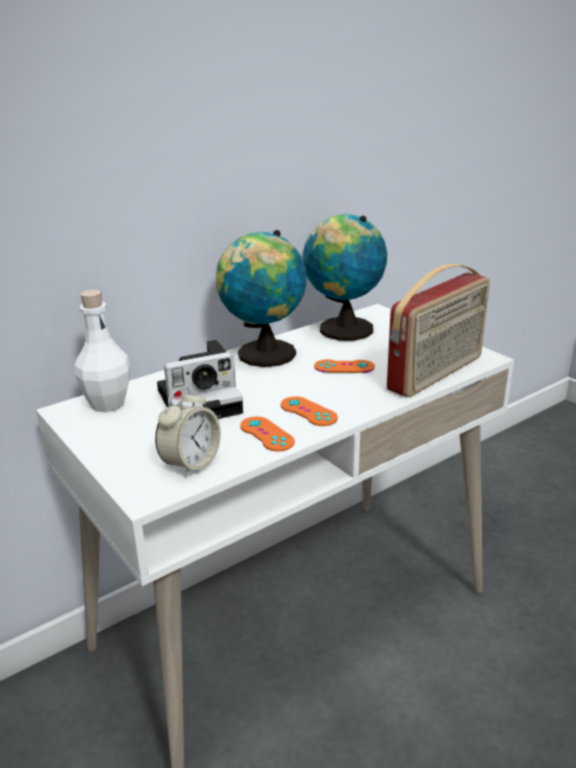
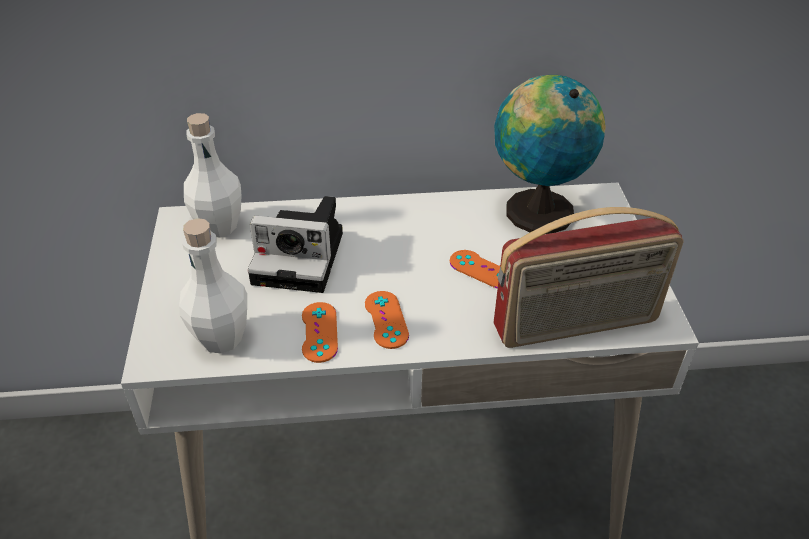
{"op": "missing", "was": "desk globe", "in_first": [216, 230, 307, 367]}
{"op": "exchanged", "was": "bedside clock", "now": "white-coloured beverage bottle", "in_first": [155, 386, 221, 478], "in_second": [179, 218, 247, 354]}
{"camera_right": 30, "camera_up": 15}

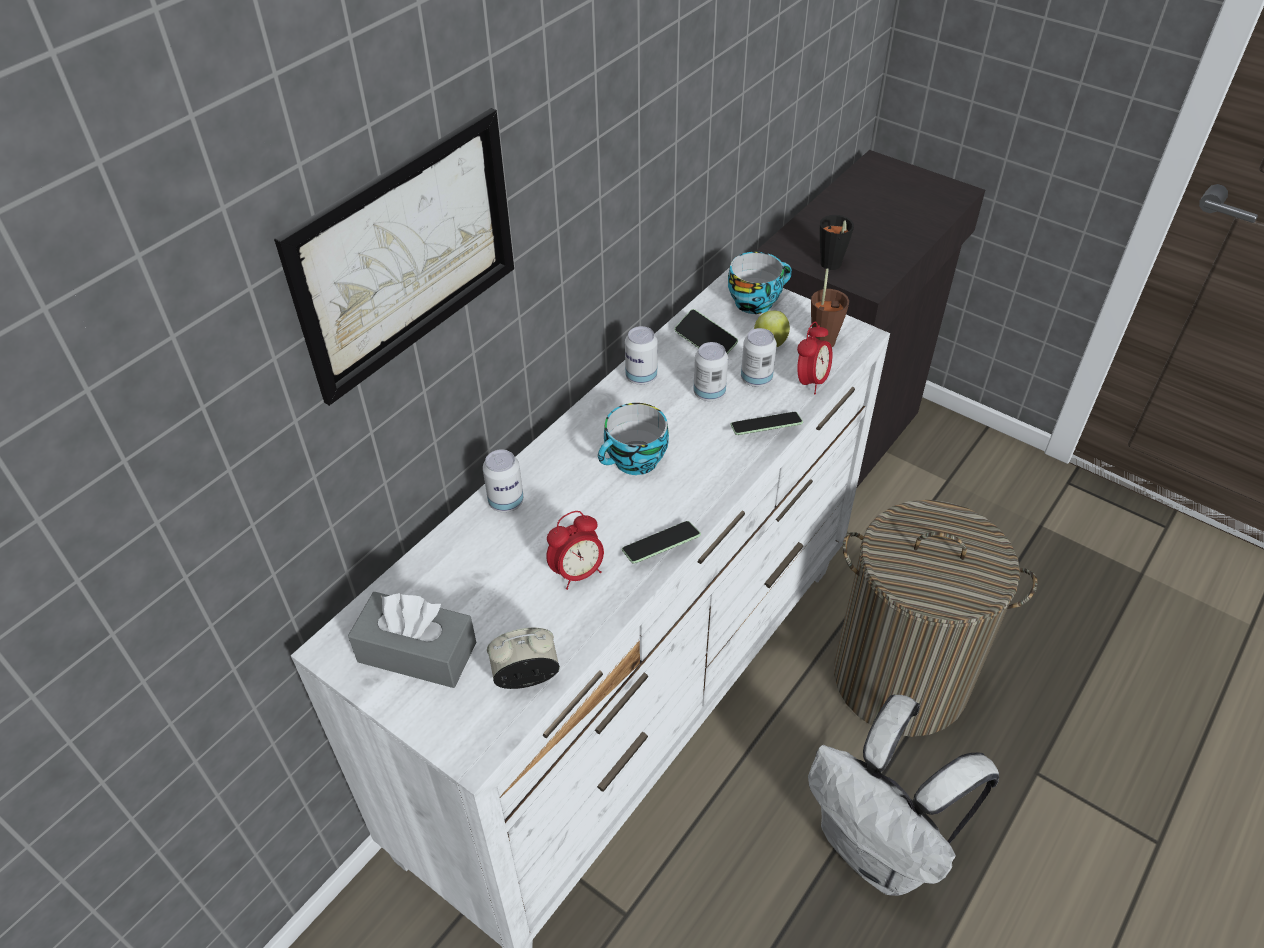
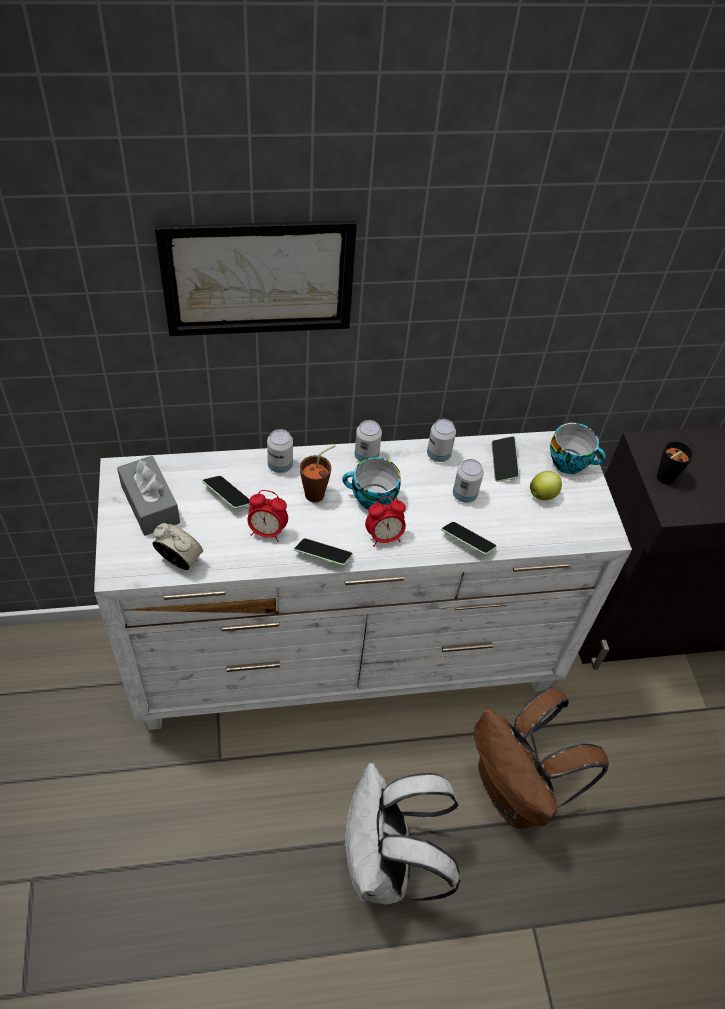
{"op": "appeared", "now": "telephone", "in_second": [202, 476, 250, 509]}
{"op": "relocated", "was": "metal can", "in_first": [741, 328, 777, 387], "in_second": [355, 420, 382, 462]}
{"op": "relocated", "was": "bedside clock", "in_first": [797, 322, 833, 395], "in_second": [365, 496, 406, 547]}
{"op": "relocated", "was": "brown-coloured drinking cup", "in_first": [811, 268, 849, 347], "in_second": [300, 445, 335, 502]}
{"op": "exchanged", "was": "laundry basket", "now": "brown-coloured rucksack", "in_first": [834, 500, 1038, 737], "in_second": [474, 688, 609, 829]}
{"camera_right": 40, "camera_up": 5}

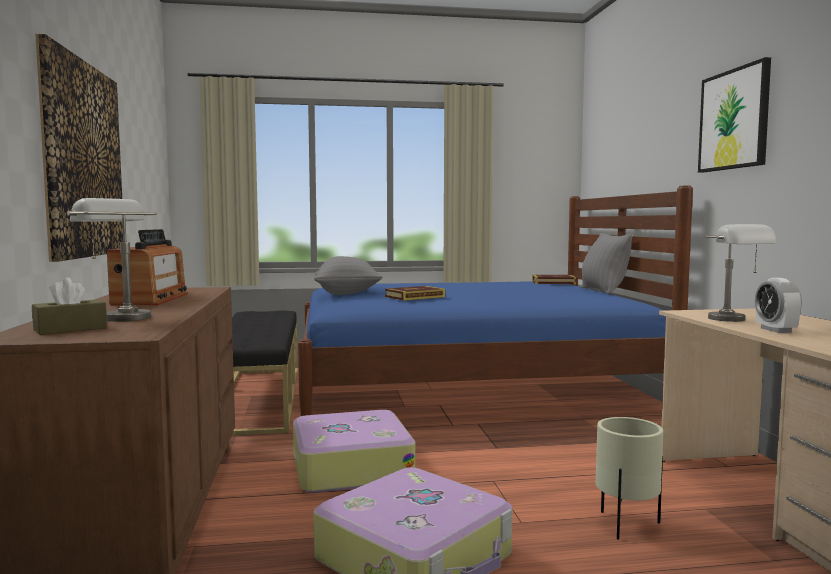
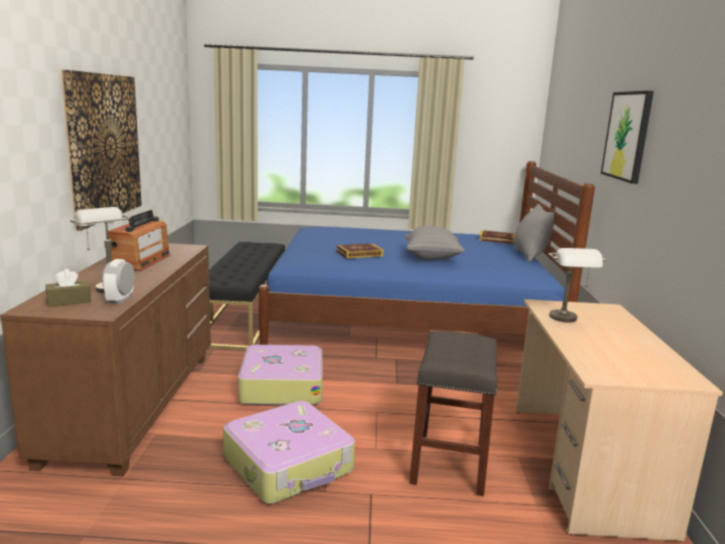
{"op": "relocated", "was": "greyish pillow", "in_first": [314, 256, 382, 295], "in_second": [405, 225, 465, 260]}
{"op": "relocated", "was": "bedside clock", "in_first": [755, 278, 802, 333], "in_second": [102, 259, 134, 304]}
{"op": "exchanged", "was": "beige planter", "now": "greyish stool seat", "in_first": [596, 417, 663, 540], "in_second": [409, 331, 497, 496]}
{"camera_right": 10, "camera_up": 10}

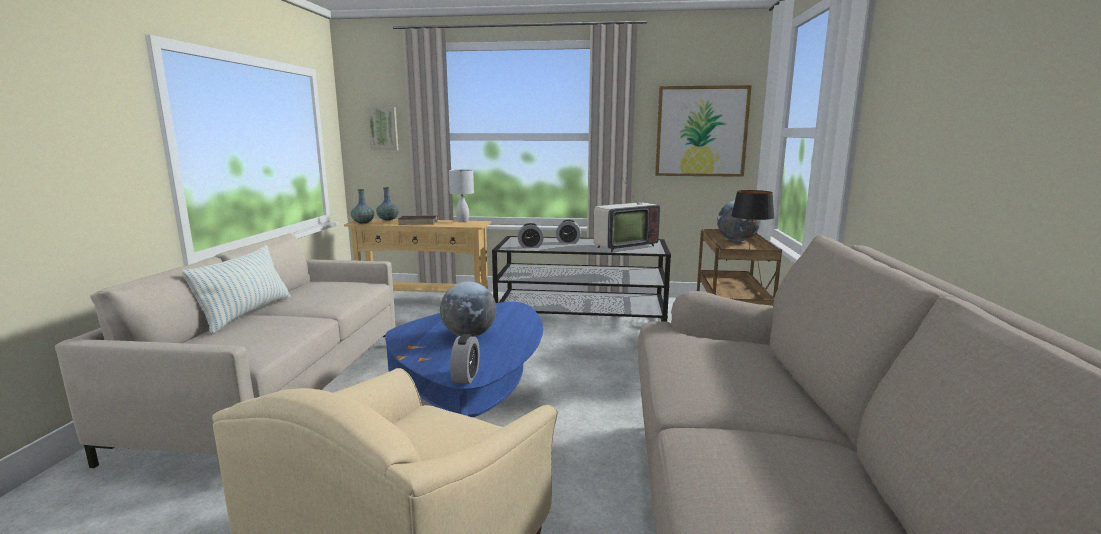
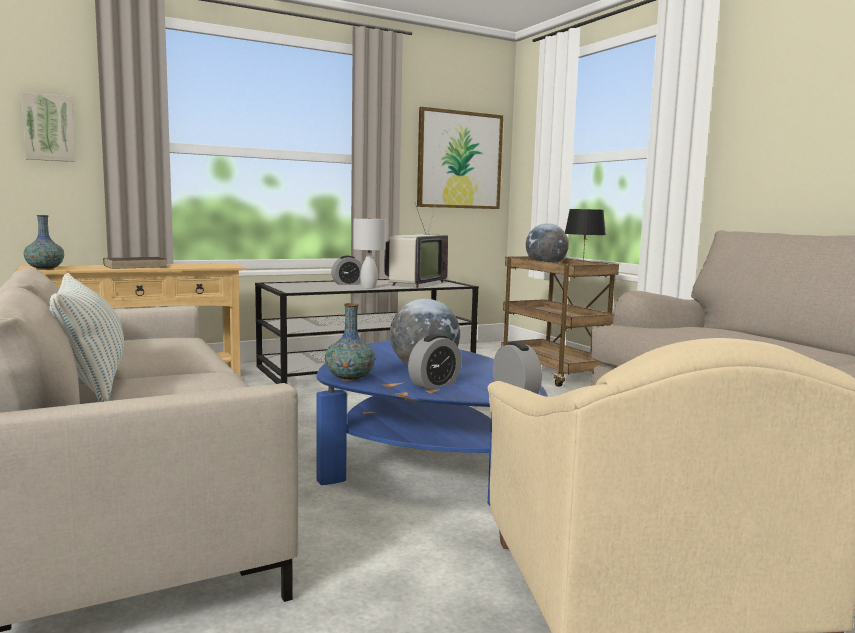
{"op": "relocated", "was": "decorative vase", "in_first": [376, 187, 399, 221], "in_second": [325, 303, 375, 381]}
{"op": "relocated", "was": "white-coloured tabletop lamp", "in_first": [449, 170, 474, 222], "in_second": [353, 218, 386, 288]}
{"op": "relocated", "was": "bedside clock", "in_first": [517, 223, 544, 248], "in_second": [408, 334, 461, 389]}
{"camera_right": -35, "camera_up": -5}

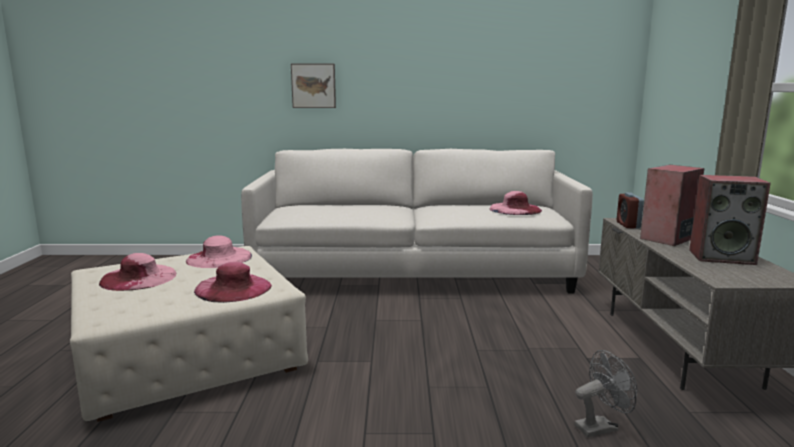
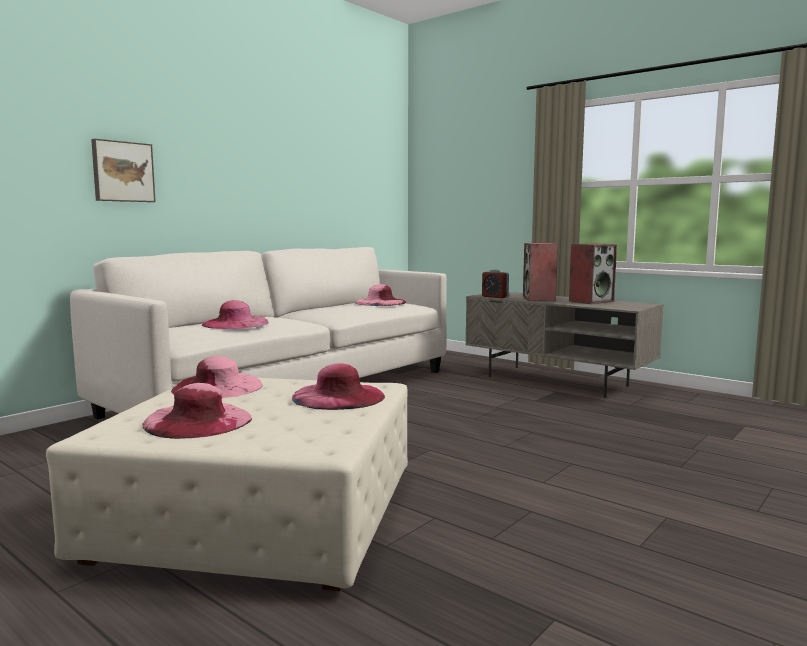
{"op": "missing", "was": "greyish fan", "in_first": [574, 350, 637, 437]}
{"op": "appeared", "now": "pink-coloured clothing hat", "in_second": [202, 300, 269, 329]}
{"camera_right": -50, "camera_up": -5}

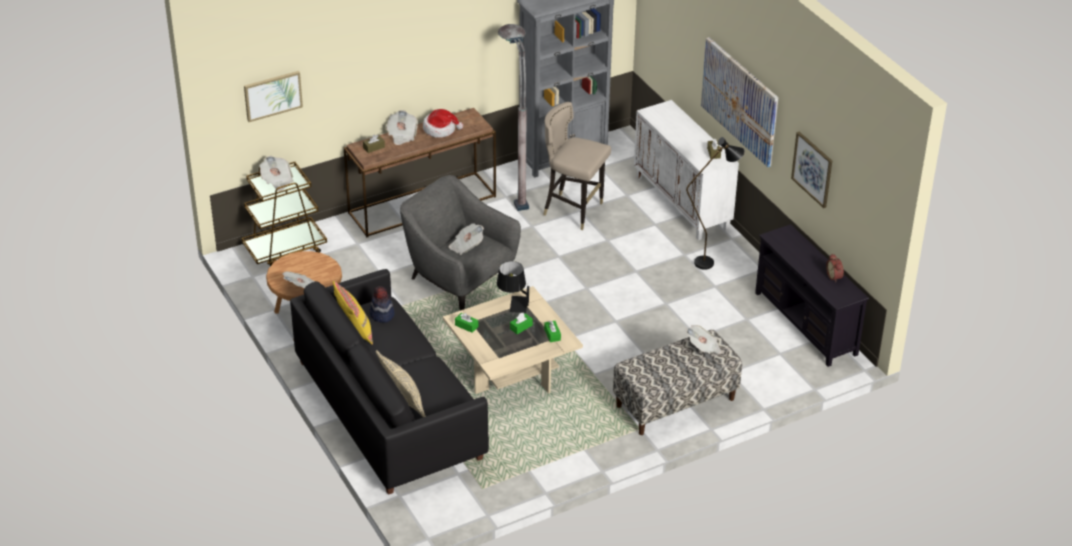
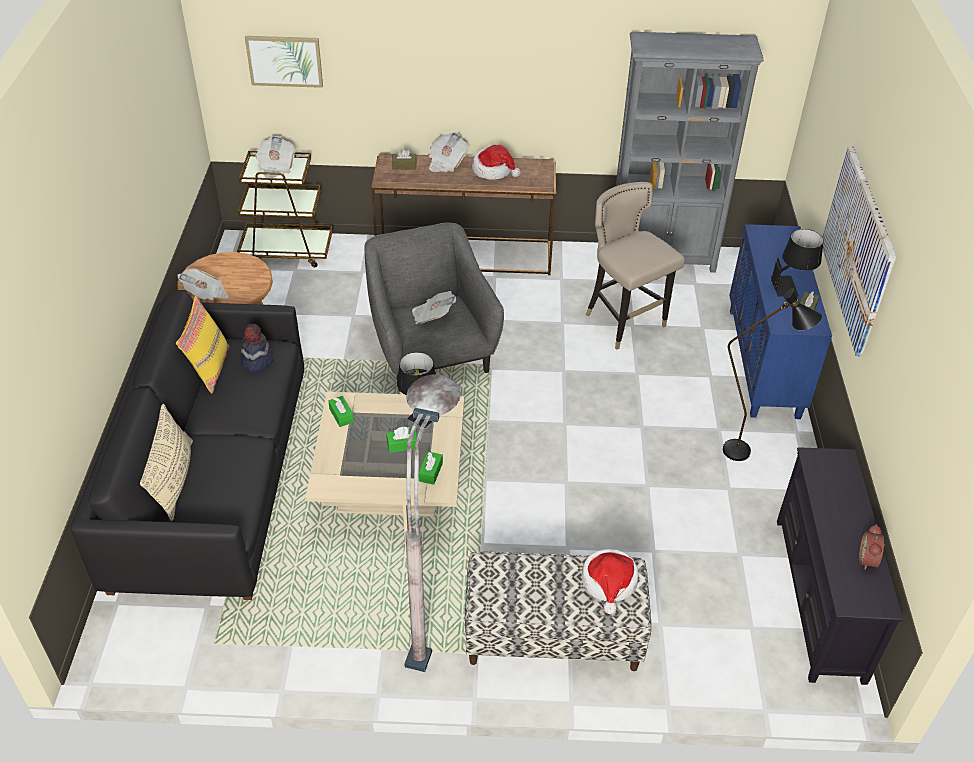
{"op": "missing", "was": "wall picture", "in_first": [791, 132, 832, 208]}
{"op": "appeared", "now": "black tabletop lamp", "in_second": [771, 229, 824, 297]}
{"op": "relocated", "was": "greyish standard lamp", "in_first": [498, 24, 529, 211], "in_second": [404, 374, 461, 672]}
{"op": "exchanged", "was": "printed paper", "now": "clothing hat", "in_first": [686, 325, 722, 354], "in_second": [582, 549, 639, 614]}
{"op": "colour", "was": "white-coloured cabinet", "now": "bluish cabinet", "in_first": [634, 100, 739, 240], "in_second": [729, 224, 832, 419]}
{"camera_right": 30, "camera_up": 5}

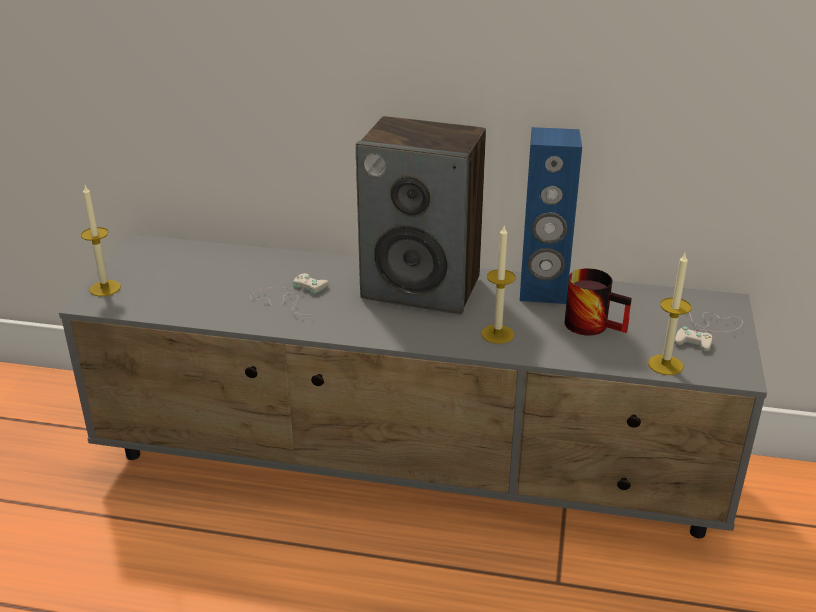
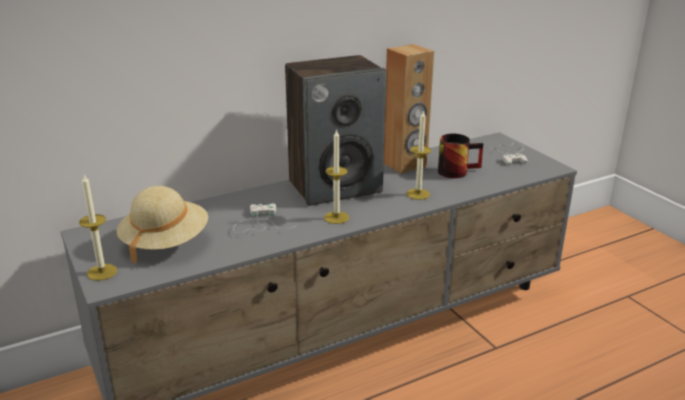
{"op": "appeared", "now": "beige clothing hat", "in_second": [117, 186, 208, 264]}
{"op": "relocated", "was": "wax light", "in_first": [648, 253, 691, 375], "in_second": [324, 129, 349, 224]}
{"op": "colour", "was": "bluish loudspeaker", "now": "brown-coloured loudspeaker", "in_first": [520, 127, 582, 304], "in_second": [384, 44, 434, 174]}
{"camera_right": -40, "camera_up": -5}

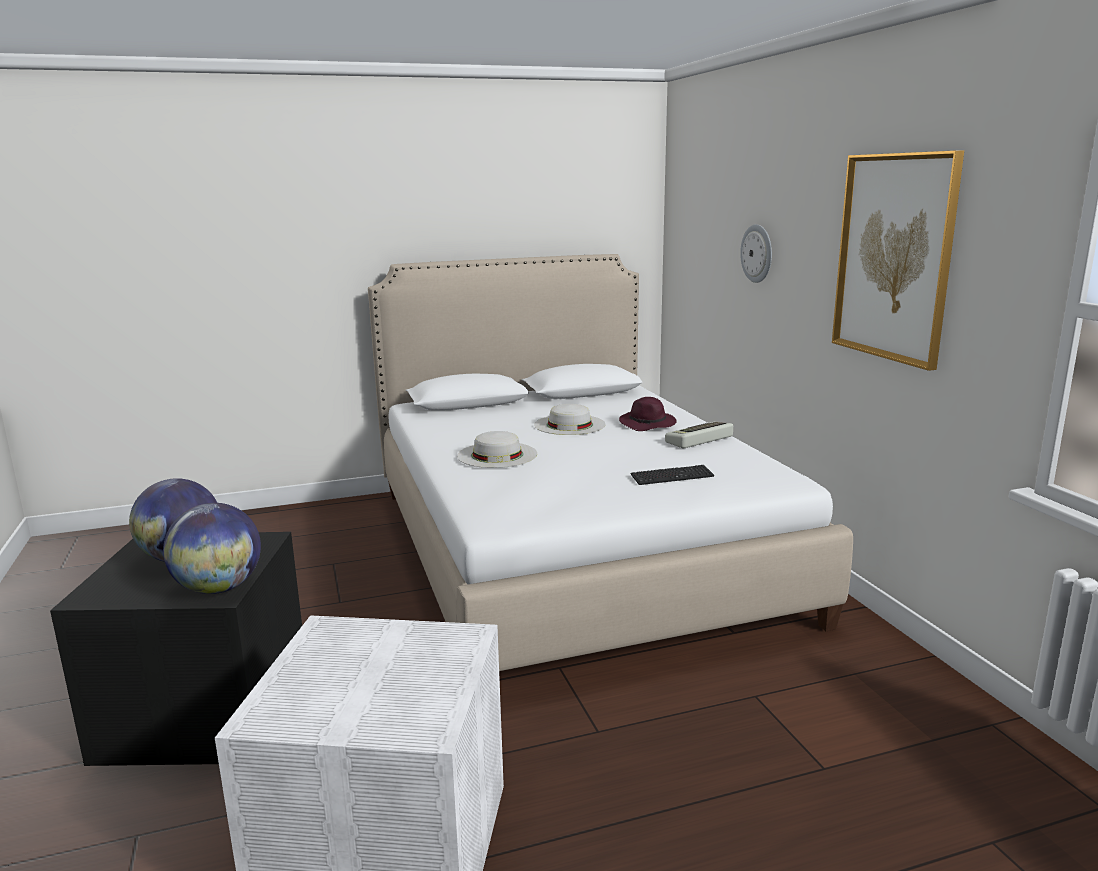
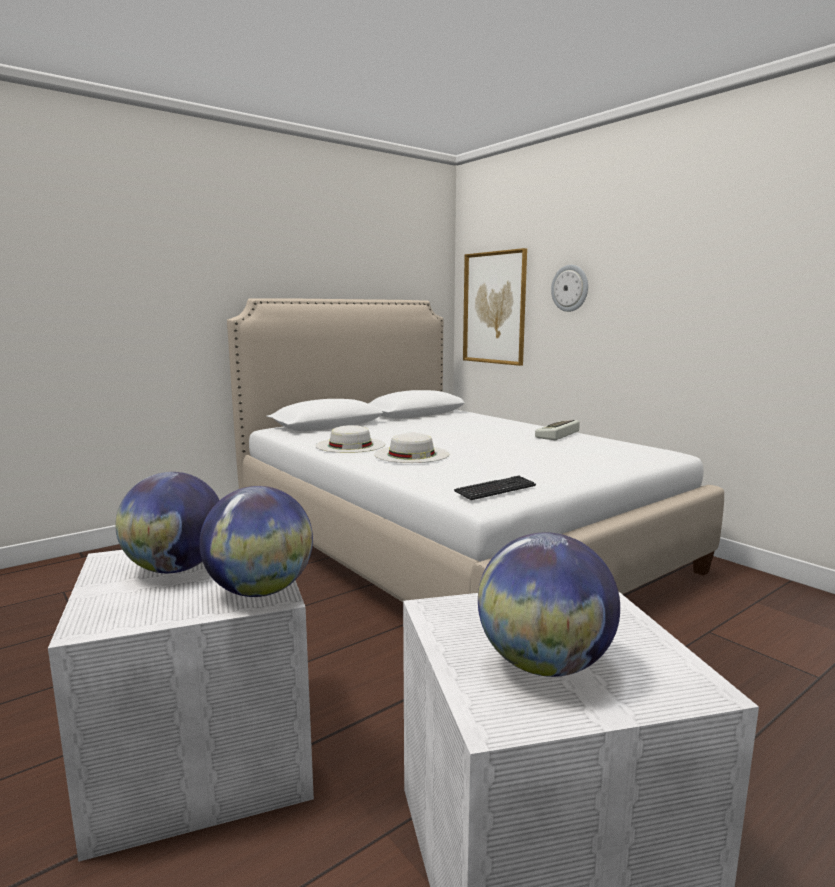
{"op": "missing", "was": "purple-coloured clothing hat", "in_first": [619, 397, 677, 431]}
{"op": "appeared", "now": "desk globe", "in_second": [478, 532, 620, 677]}
{"op": "relocated", "was": "white-coloured clothing hat", "in_first": [534, 404, 605, 435], "in_second": [315, 425, 385, 453]}
{"op": "relocated", "was": "computer keyboard", "in_first": [630, 465, 714, 485], "in_second": [454, 475, 536, 500]}
{"op": "relocated", "was": "wall picture", "in_first": [832, 150, 964, 371], "in_second": [463, 248, 527, 366]}
{"op": "colour", "was": "black storage box", "now": "white-coloured storage box", "in_first": [50, 532, 302, 766], "in_second": [48, 550, 314, 862]}
{"camera_right": -20, "camera_up": -5}

